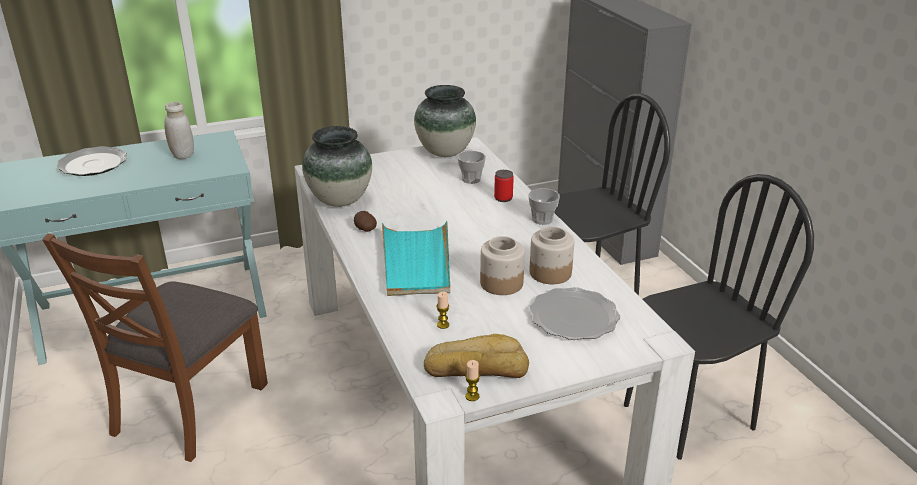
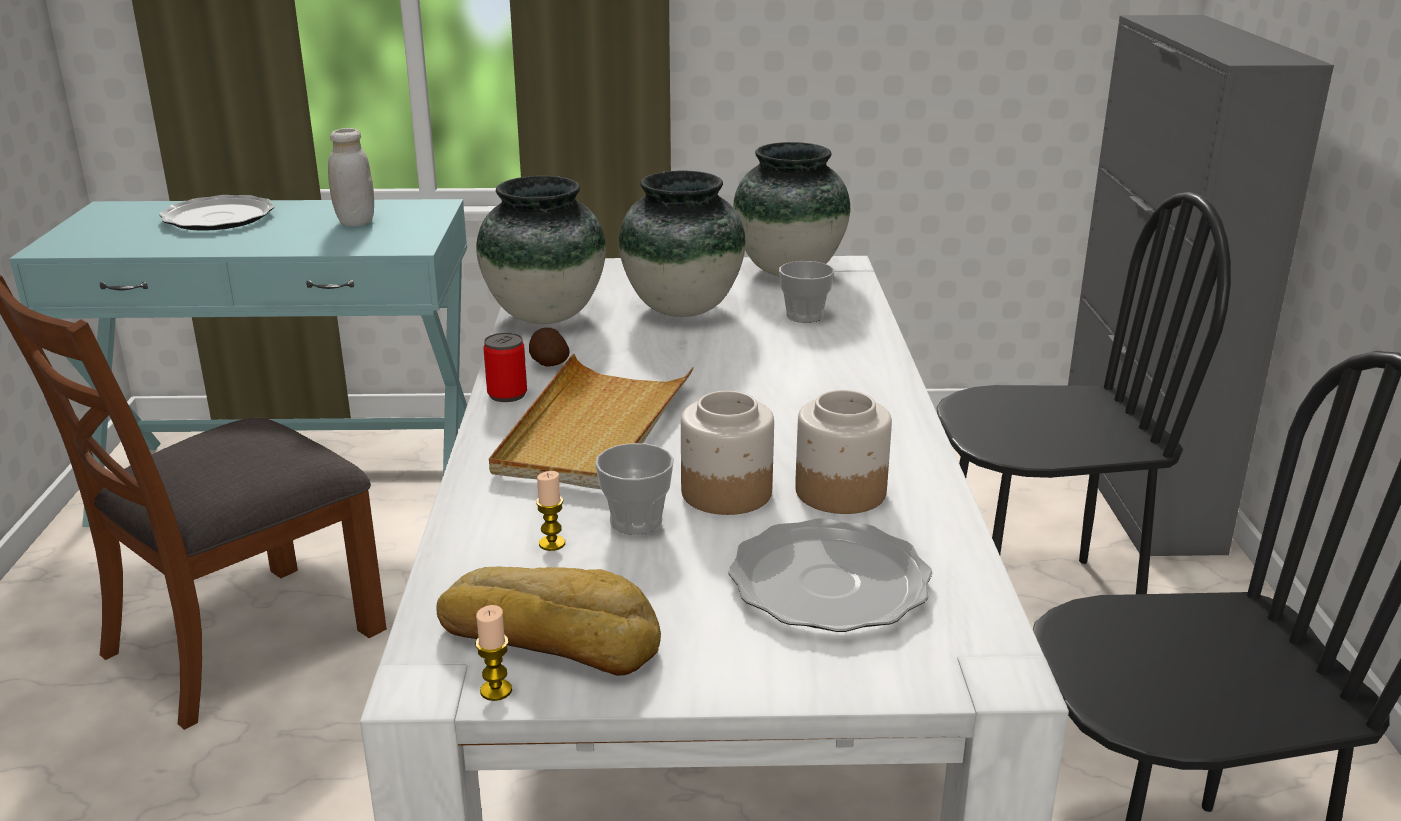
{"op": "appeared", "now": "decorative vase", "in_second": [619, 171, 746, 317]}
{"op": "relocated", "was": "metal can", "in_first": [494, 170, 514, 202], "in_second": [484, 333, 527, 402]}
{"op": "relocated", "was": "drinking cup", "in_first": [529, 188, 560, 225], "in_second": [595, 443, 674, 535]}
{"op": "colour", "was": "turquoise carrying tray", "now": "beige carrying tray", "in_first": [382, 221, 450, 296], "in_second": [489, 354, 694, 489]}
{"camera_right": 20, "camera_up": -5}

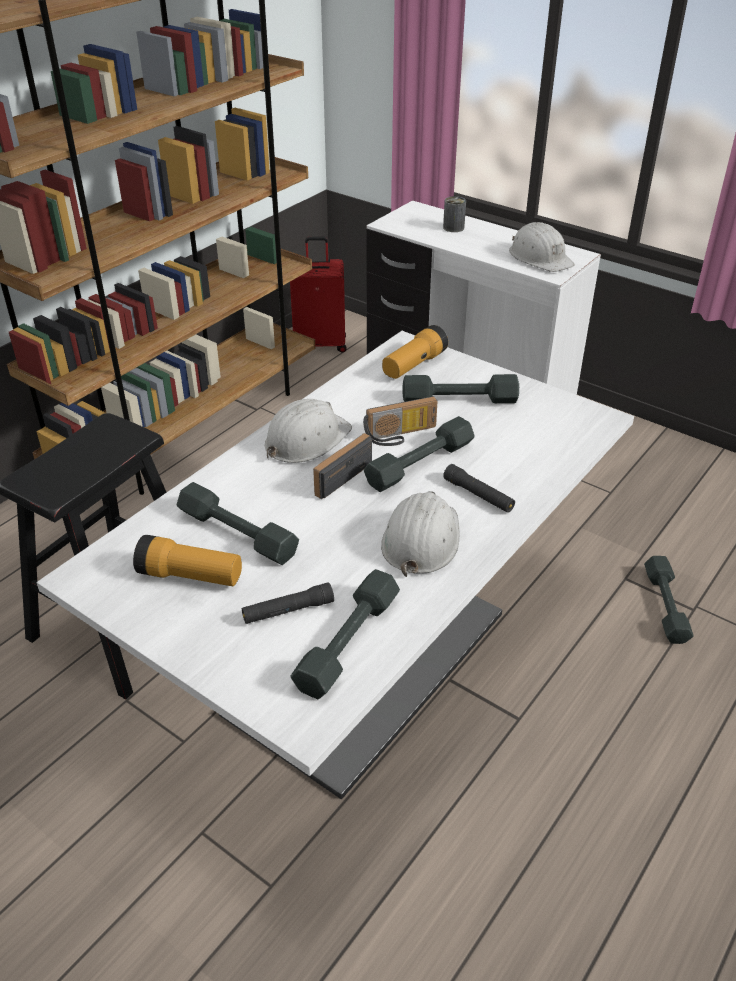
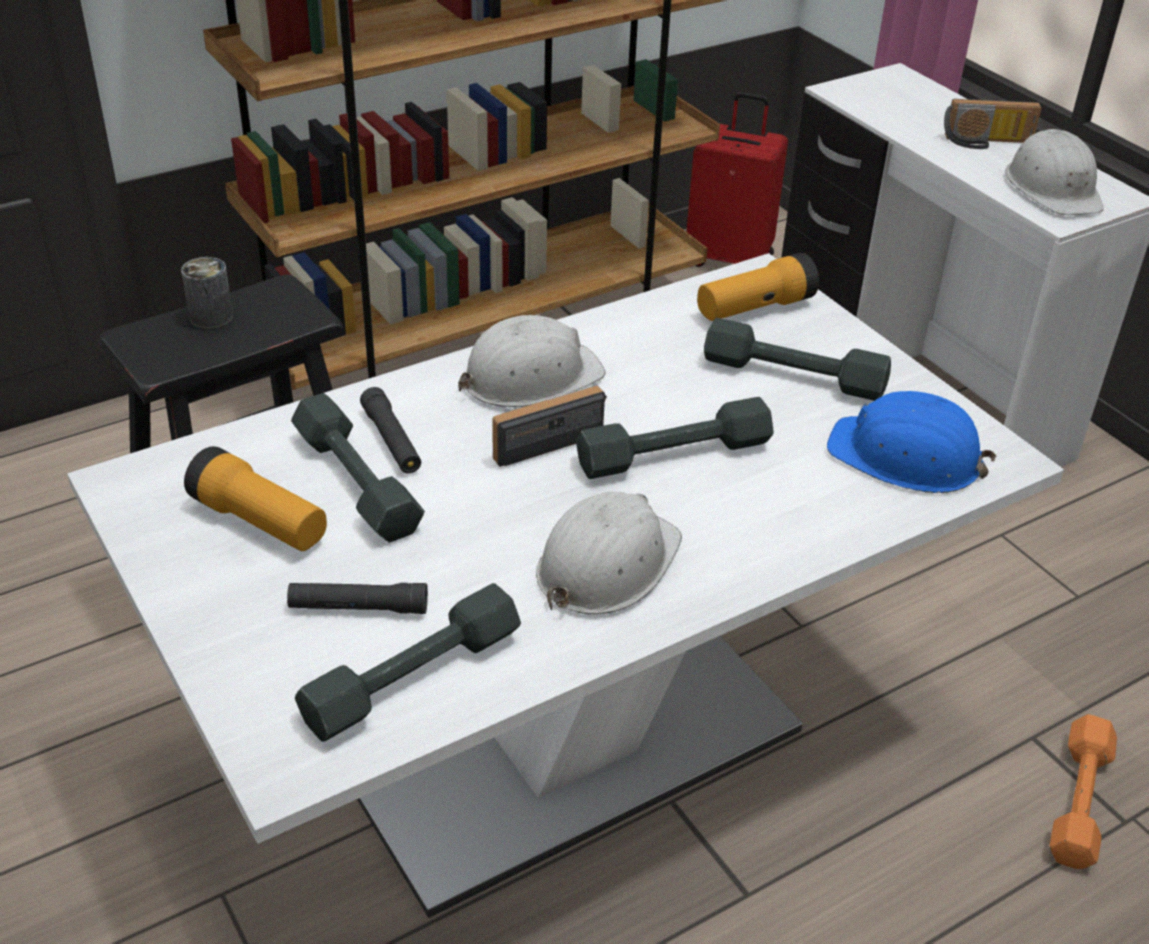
{"op": "appeared", "now": "bluish work helmet", "in_second": [827, 391, 996, 493]}
{"op": "relocated", "was": "radio receiver", "in_first": [363, 396, 438, 446], "in_second": [944, 99, 1042, 149]}
{"op": "relocated", "was": "metal can", "in_first": [443, 196, 466, 232], "in_second": [181, 257, 233, 329]}
{"op": "relocated", "was": "black torch", "in_first": [443, 464, 515, 513], "in_second": [360, 387, 421, 474]}
{"op": "colour", "was": "greyish dumbbell", "now": "orangey dumbbell", "in_first": [644, 556, 694, 644], "in_second": [1050, 714, 1117, 869]}
{"camera_right": 20, "camera_up": 0}

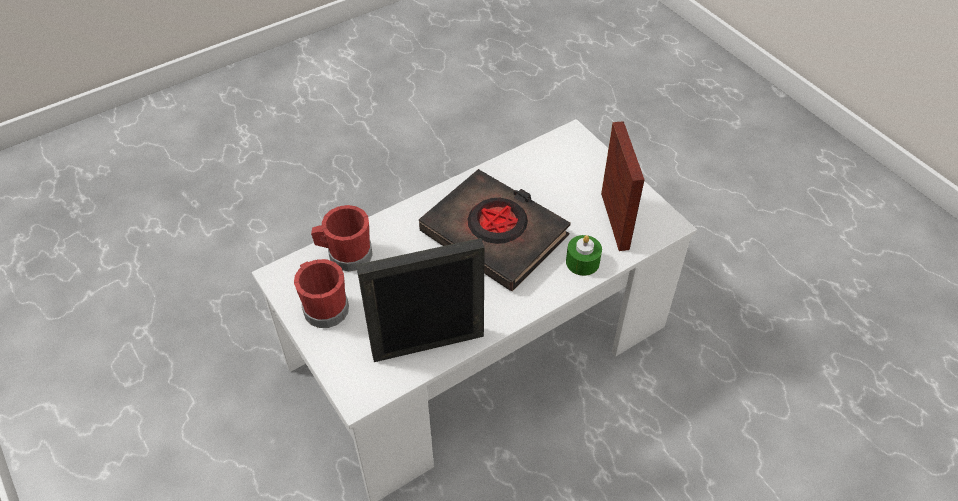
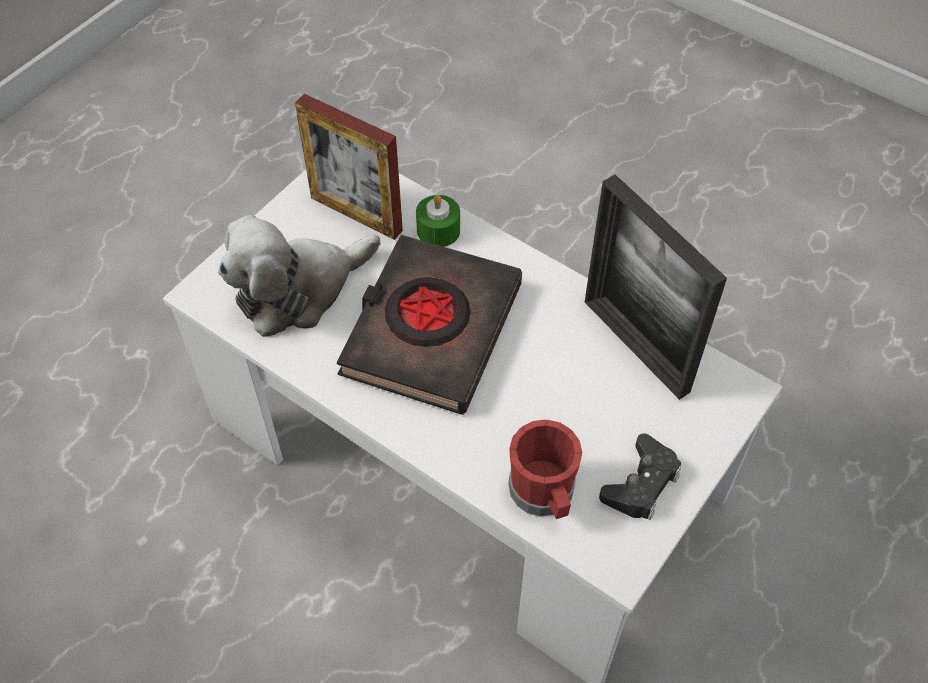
{"op": "appeared", "now": "cuddly toy", "in_second": [218, 215, 381, 337]}
{"op": "exchanged", "was": "red mug", "now": "black gamepad", "in_first": [294, 259, 349, 328], "in_second": [599, 433, 681, 520]}
{"op": "spun", "was": "standing frame", "in_first": [601, 121, 645, 251], "in_second": [295, 94, 403, 240], "clockwise": -120}
{"camera_right": -110, "camera_up": 5}

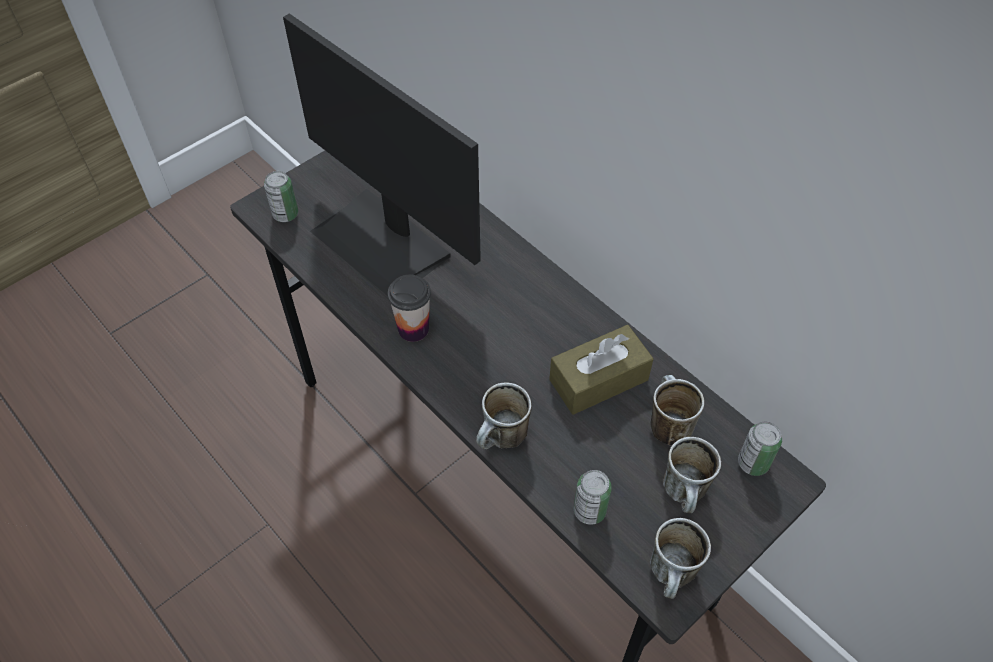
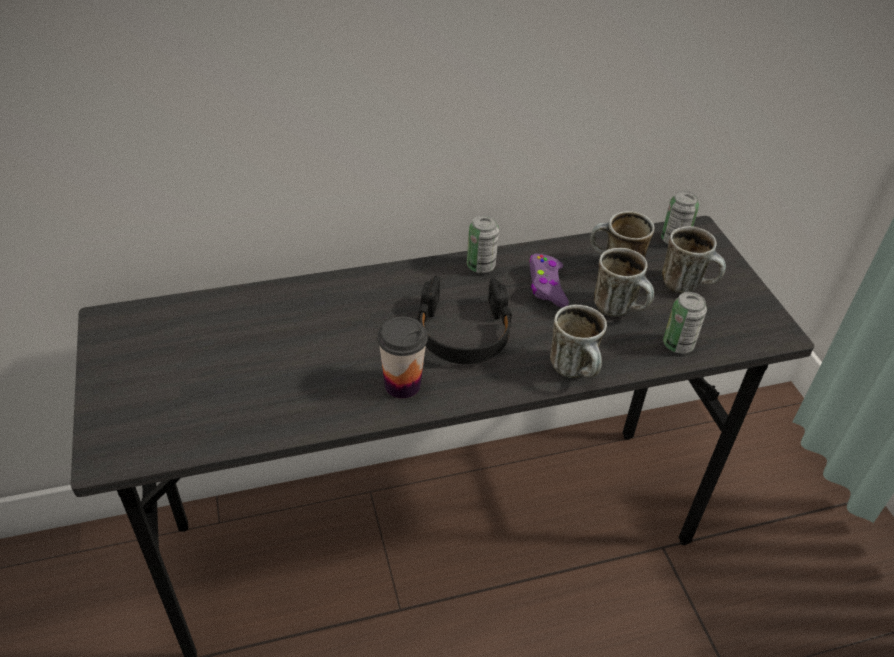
{"op": "missing", "was": "computer display", "in_first": [283, 13, 481, 296]}
{"op": "appeared", "now": "black headphones", "in_second": [418, 276, 512, 364]}
{"op": "relocated", "was": "metal can", "in_first": [264, 171, 298, 222], "in_second": [467, 215, 499, 273]}
{"op": "relocated", "was": "mug", "in_first": [650, 518, 711, 599], "in_second": [594, 248, 654, 317]}
{"op": "exchanged", "was": "brown-coloured tissue holder", "now": "purple-coloured gamepad", "in_first": [549, 325, 654, 415], "in_second": [529, 254, 569, 307]}
{"camera_right": -65, "camera_up": -10}

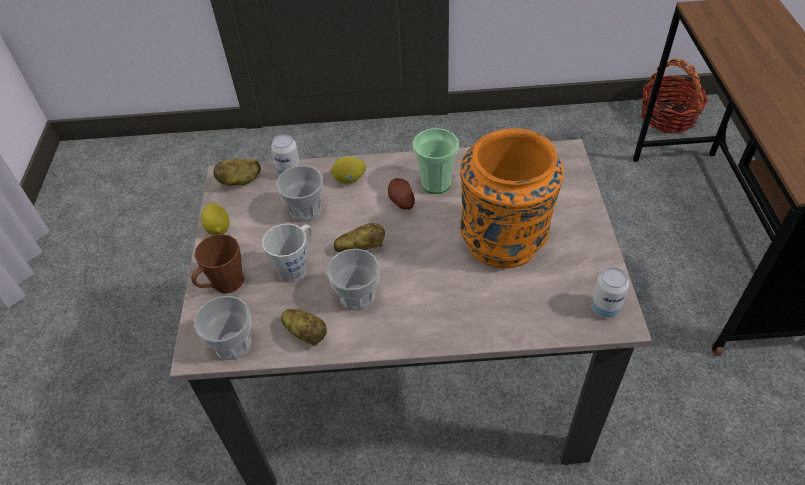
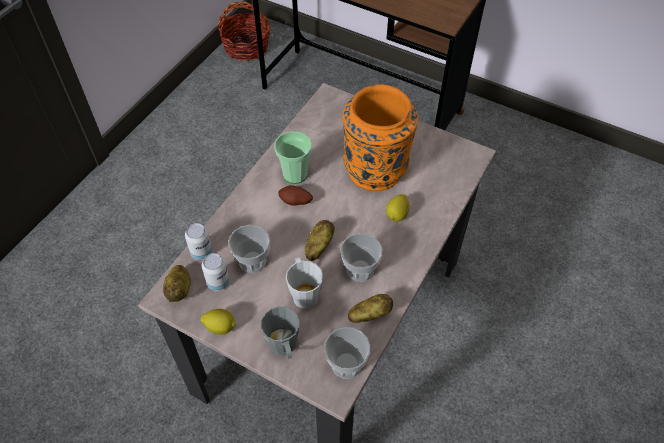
{"op": "relocated", "was": "lemon", "in_first": [331, 157, 366, 184], "in_second": [386, 194, 410, 222]}
{"op": "relocated", "was": "metal can", "in_first": [591, 267, 629, 318], "in_second": [202, 253, 229, 291]}
{"op": "colour", "was": "brown-coloured mug", "now": "greyish mug", "in_first": [191, 234, 244, 294], "in_second": [261, 306, 300, 359]}
{"camera_right": -60, "camera_up": 5}

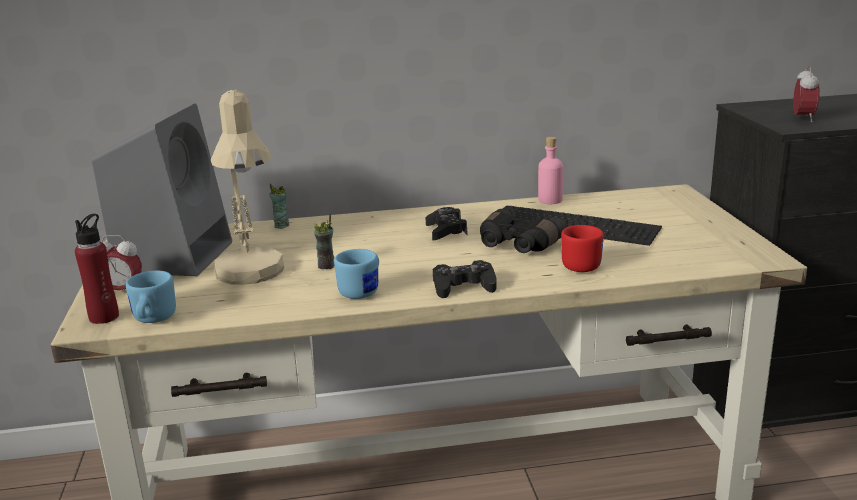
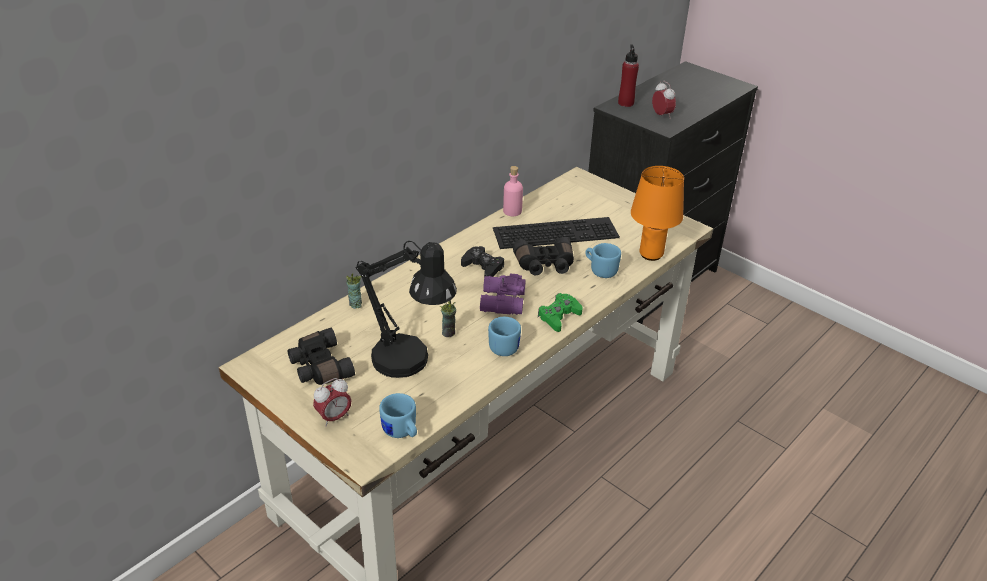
{"op": "appeared", "now": "purple-coloured binoculars", "in_second": [480, 274, 526, 315]}
{"op": "appeared", "now": "orangey tabletop lamp", "in_second": [631, 166, 684, 261]}
{"op": "relocated", "was": "red beverage bottle", "in_first": [75, 214, 119, 324], "in_second": [618, 44, 639, 107]}
{"op": "exchanged", "was": "greyish loudspeaker", "now": "black binoculars", "in_first": [92, 103, 232, 276], "in_second": [288, 328, 355, 385]}
{"op": "colour", "was": "beige tabletop lamp", "now": "black tabletop lamp", "in_first": [211, 90, 284, 285], "in_second": [356, 241, 457, 378]}
{"op": "colour", "was": "black gamepad", "now": "greenish gamepad", "in_first": [433, 260, 497, 298], "in_second": [538, 293, 582, 332]}
{"op": "colour", "was": "red mug", "now": "bluish mug", "in_first": [561, 225, 604, 272], "in_second": [585, 243, 621, 278]}
{"camera_right": -40, "camera_up": 15}

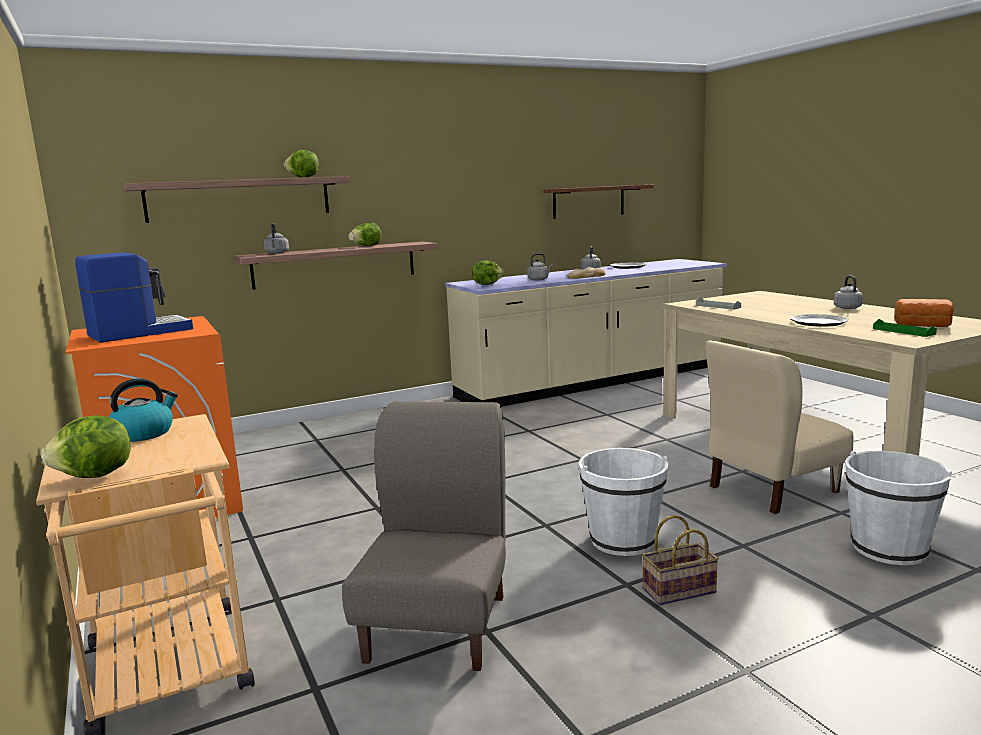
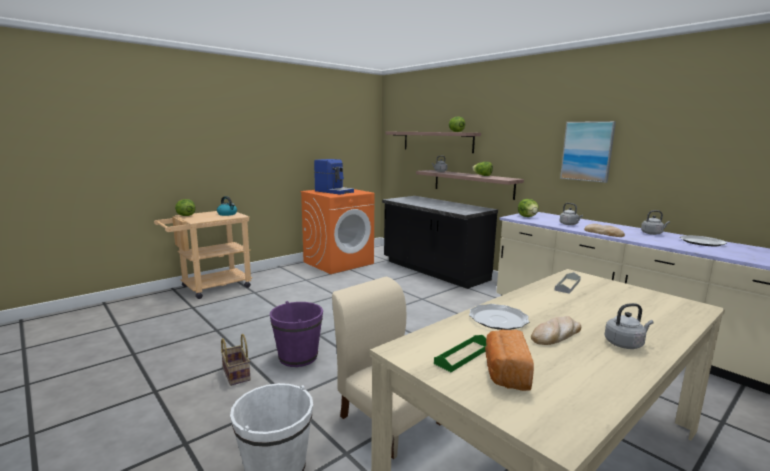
{"op": "missing", "was": "greyish chair", "in_first": [342, 401, 506, 671]}
{"op": "missing", "was": "shelf", "in_first": [543, 185, 654, 219]}
{"op": "appeared", "now": "black kitchen base unit", "in_second": [382, 196, 498, 289]}
{"op": "appeared", "now": "bakery bread", "in_second": [531, 316, 581, 345]}
{"op": "appeared", "now": "wall picture", "in_second": [560, 121, 616, 183]}
{"op": "colour", "was": "white-coloured bucket", "now": "purple-coloured bucket", "in_first": [578, 448, 668, 556], "in_second": [270, 301, 323, 367]}
{"camera_right": 75, "camera_up": 0}

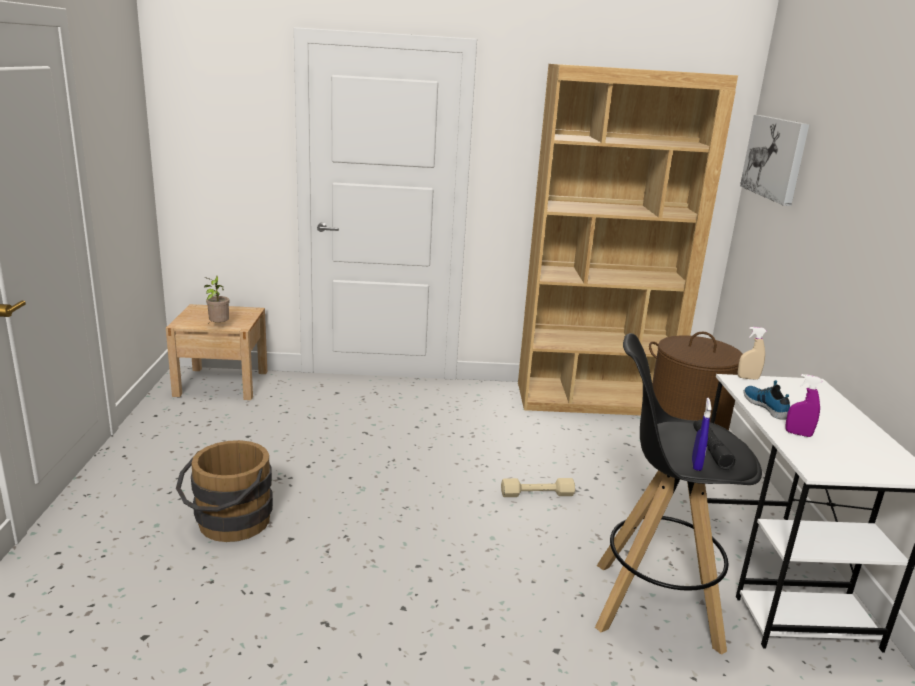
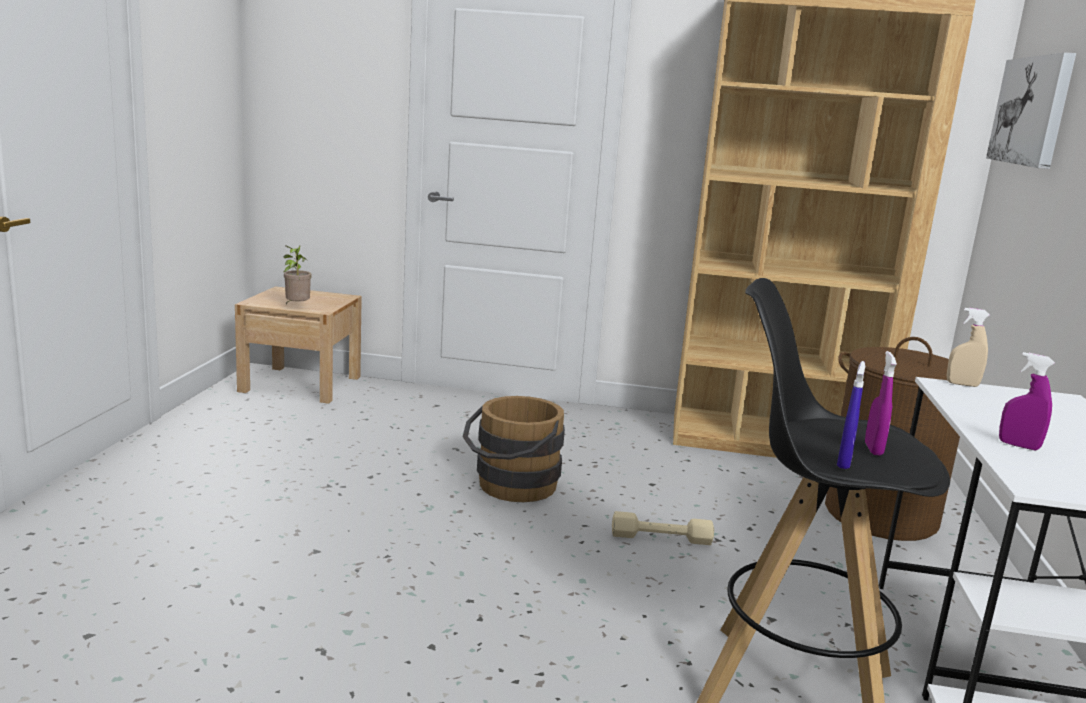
{"op": "missing", "was": "shoe", "in_first": [743, 380, 790, 420]}
{"op": "relocated", "was": "brown-coloured bucket", "in_first": [176, 440, 273, 542], "in_second": [463, 396, 565, 502]}
{"op": "exchanged", "was": "black torch", "now": "purple-coloured hand sprayer", "in_first": [693, 420, 736, 470], "in_second": [865, 351, 897, 456]}
{"camera_right": 10, "camera_up": -5}

